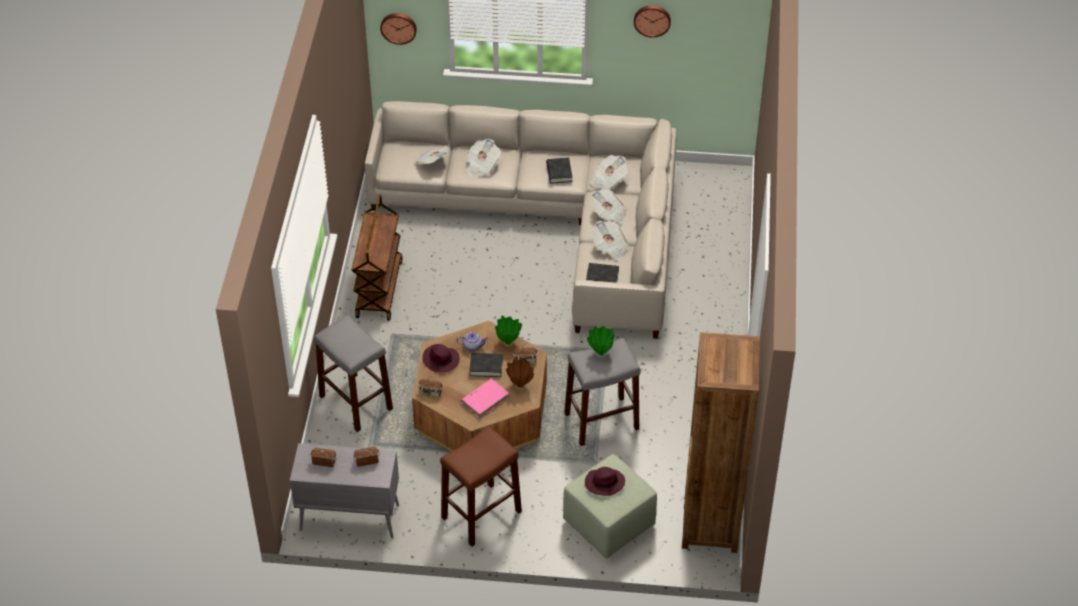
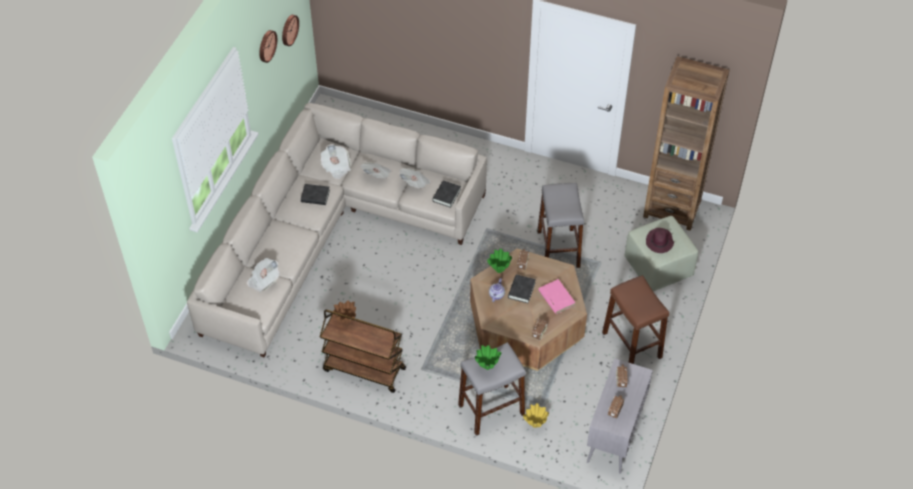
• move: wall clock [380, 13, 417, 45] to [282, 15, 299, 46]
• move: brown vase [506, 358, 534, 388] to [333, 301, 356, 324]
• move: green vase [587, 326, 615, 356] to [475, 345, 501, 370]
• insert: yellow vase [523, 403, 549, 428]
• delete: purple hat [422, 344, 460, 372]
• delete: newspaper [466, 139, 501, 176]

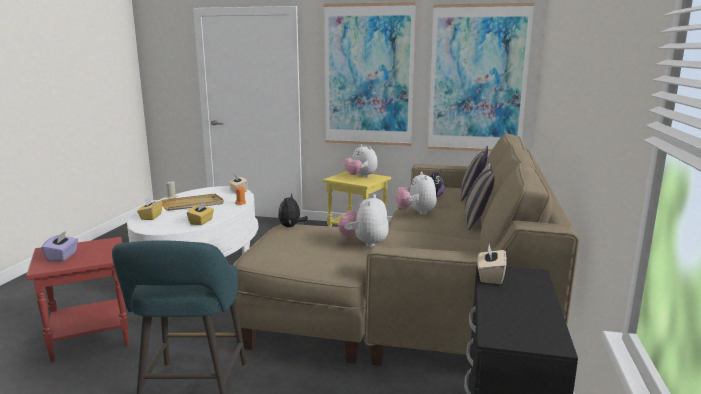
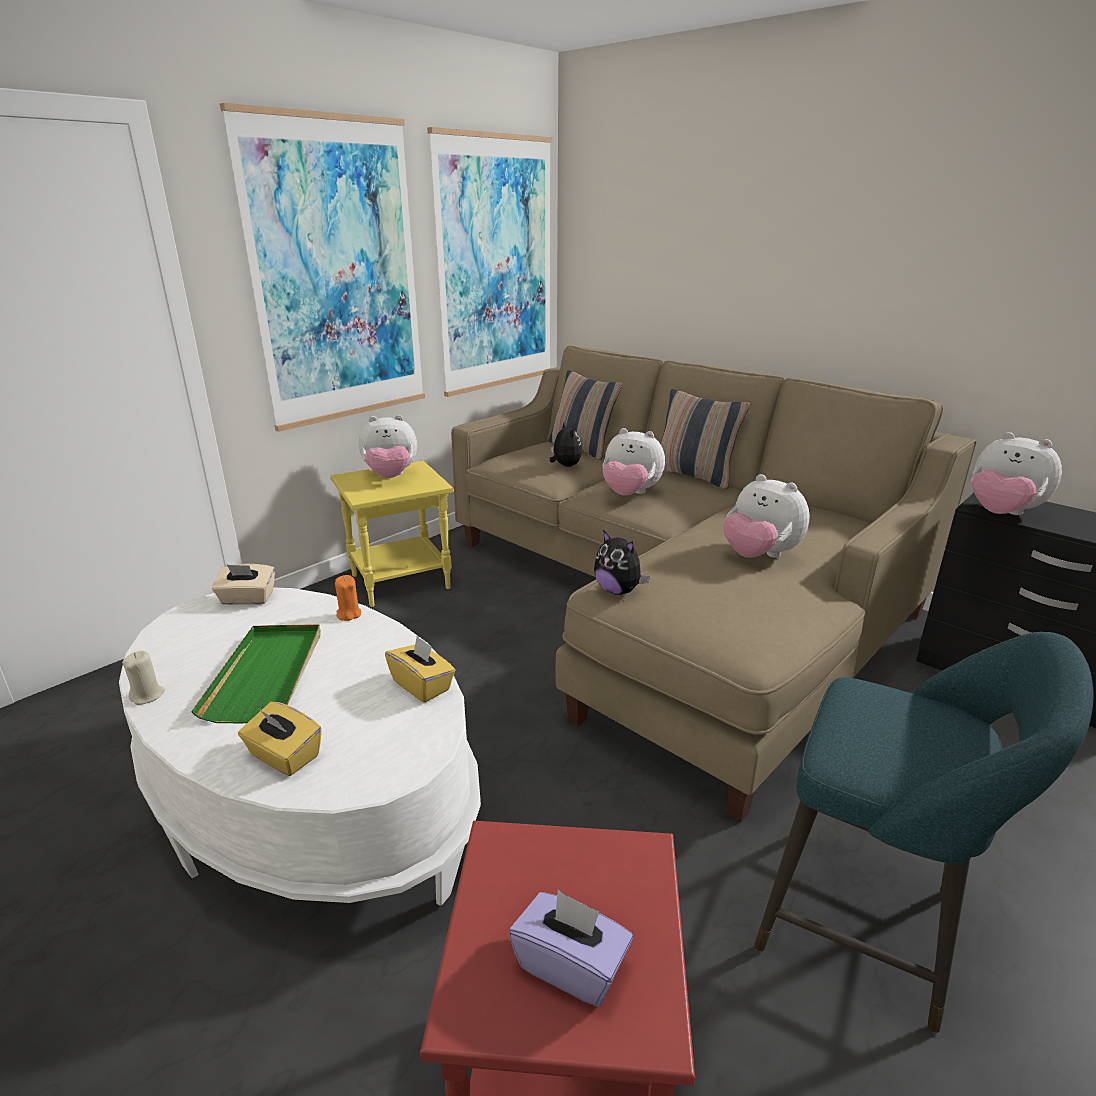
• recolor: beige tray [161, 194, 224, 211] to green tray [191, 625, 321, 723]
• replace: beige tissue box [477, 244, 507, 284] to plush toy [971, 432, 1062, 515]

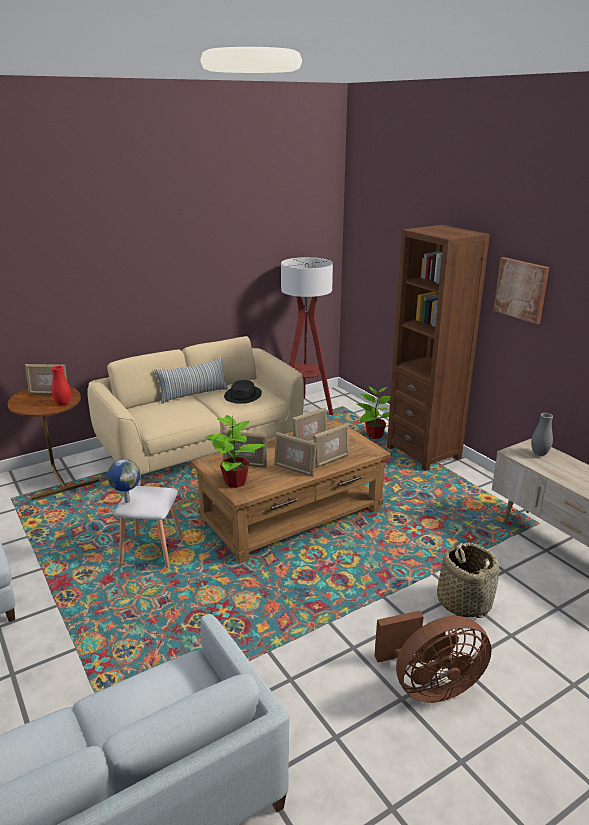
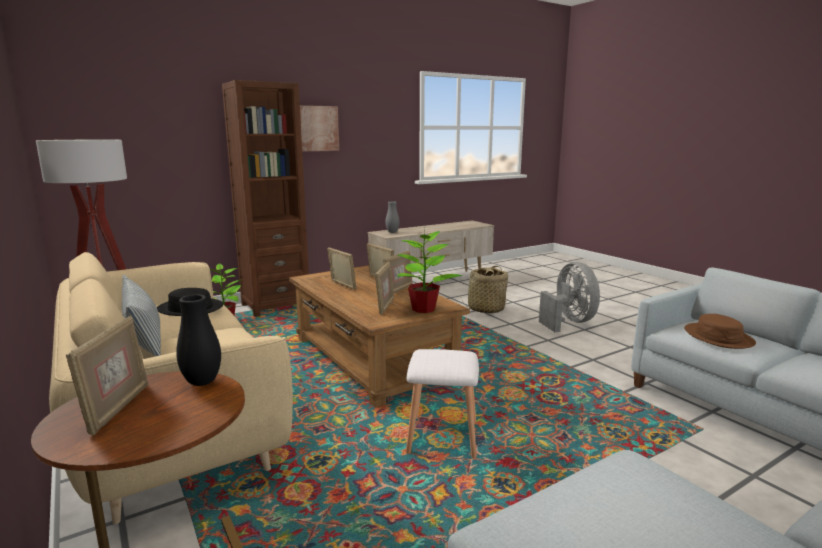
• recolor: red vase [51, 366, 71, 406] to black vase [176, 295, 221, 386]
• recolor: brown fan [375, 610, 492, 703] to grey fan [539, 262, 600, 332]
• insert: brown hat [684, 314, 756, 349]
• delete: globe [107, 459, 140, 503]

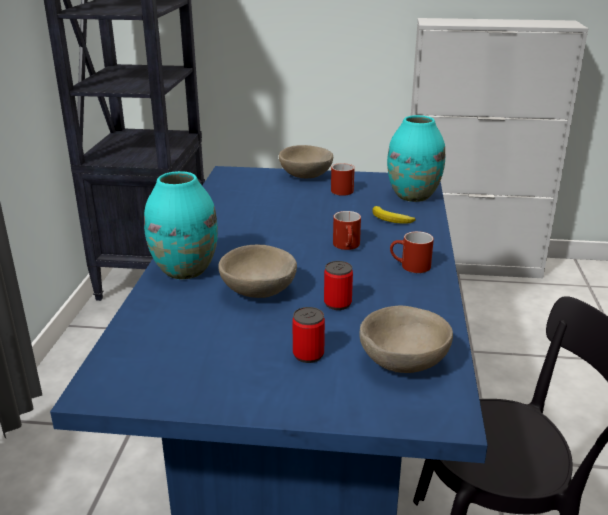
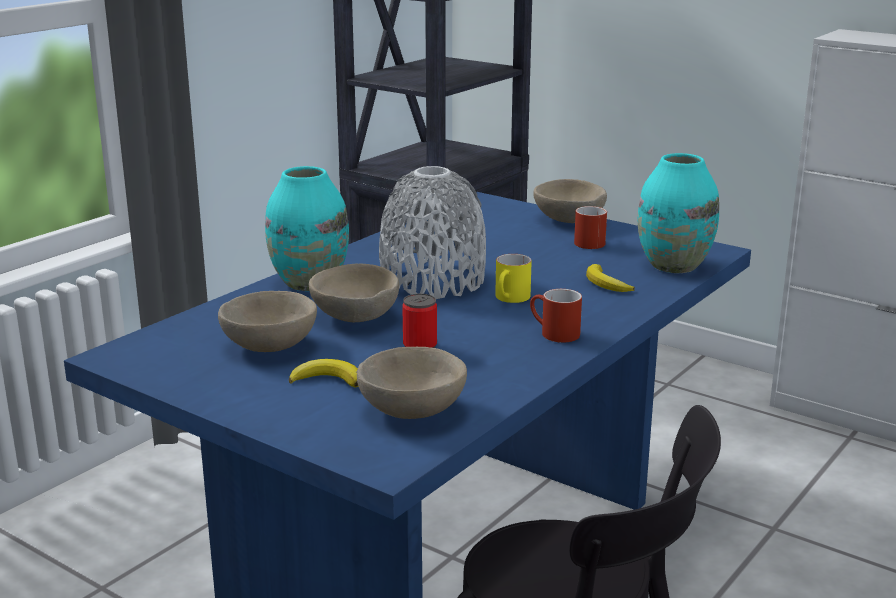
• insert: beige bowl [218, 291, 317, 352]
• replace: can [293, 307, 325, 363] to banana [289, 359, 358, 387]
• insert: grey vase [379, 166, 486, 299]
• recolor: red mug [333, 211, 361, 250] to yellow mug [495, 254, 532, 303]

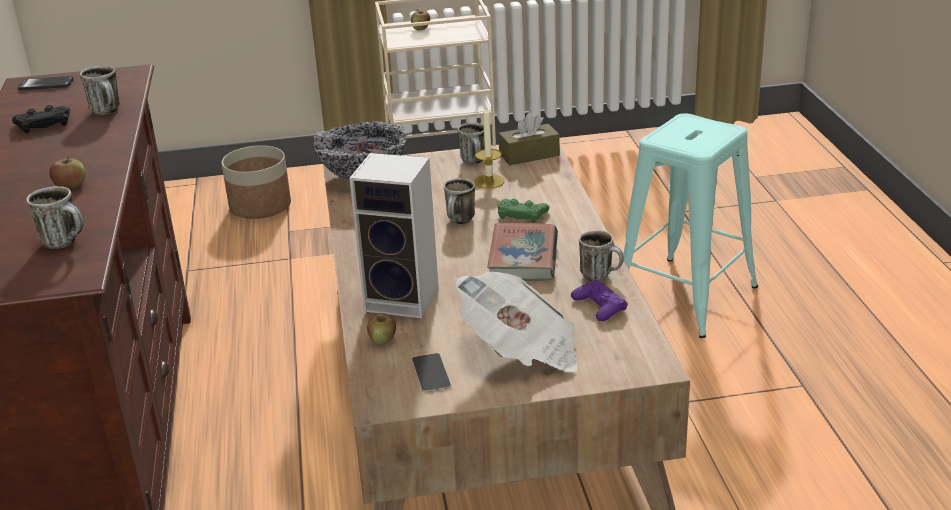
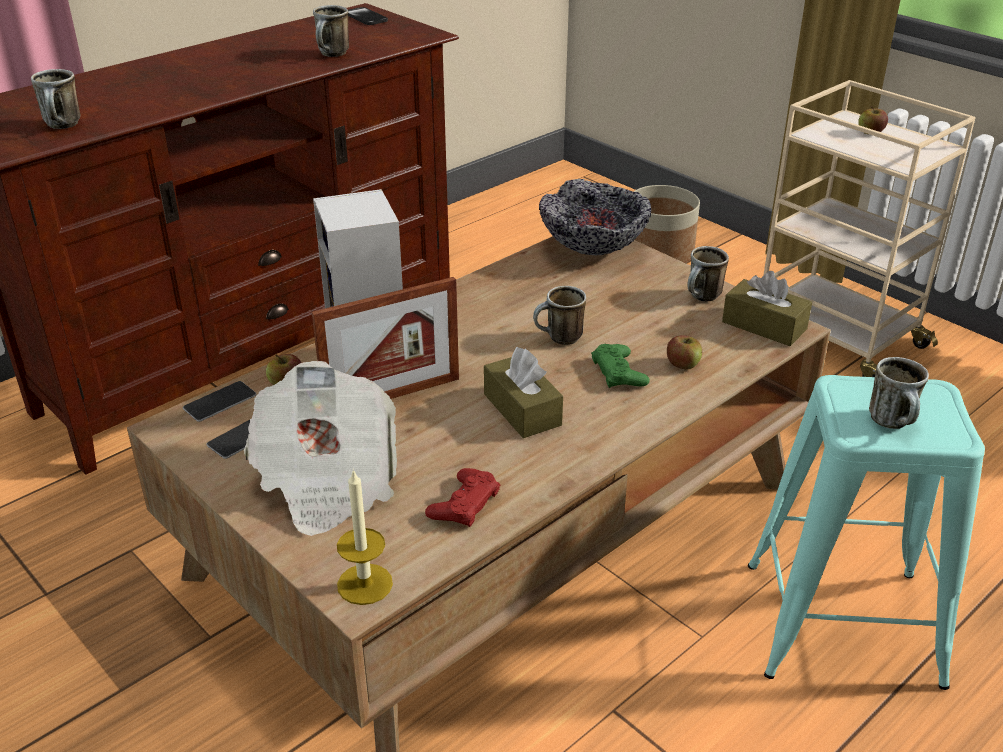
• insert: phone [183, 381, 256, 422]
• insert: picture frame [312, 277, 459, 399]
• move: candle [474, 106, 505, 189] to [337, 469, 393, 605]
• recolor: purple game controller [571, 280, 628, 321] to red game controller [425, 468, 500, 527]
• replace: book [487, 223, 558, 281] to brown tissue box [484, 347, 563, 438]
• move: apple [49, 157, 85, 189] to [667, 335, 702, 370]
• move: mug [579, 230, 624, 281] to [869, 357, 929, 429]
• delete: black game controller [12, 105, 70, 133]

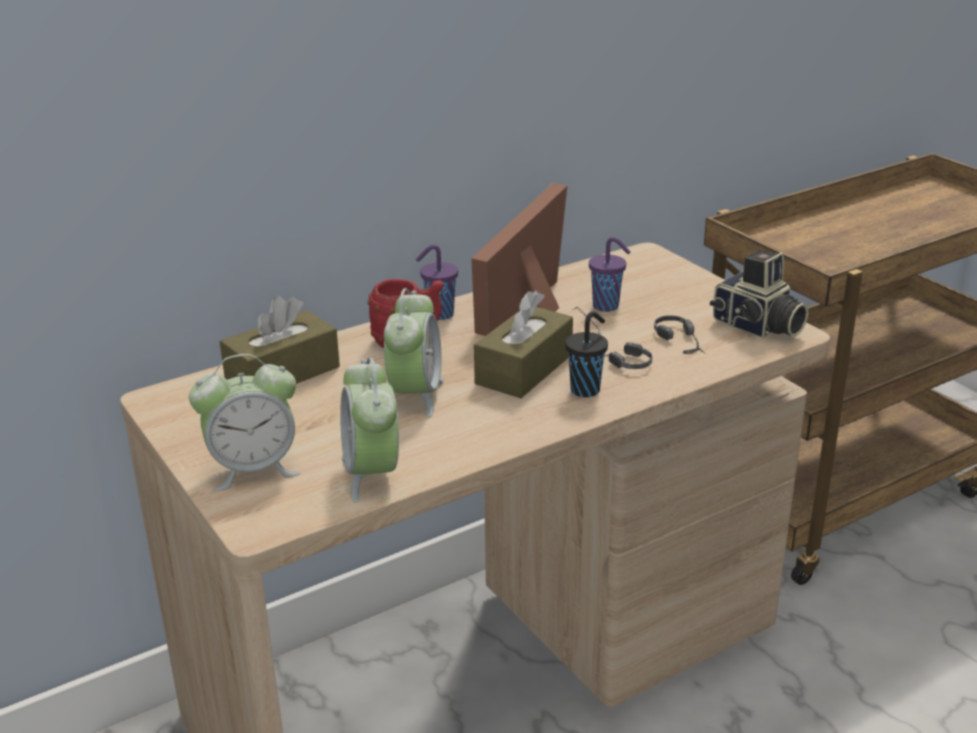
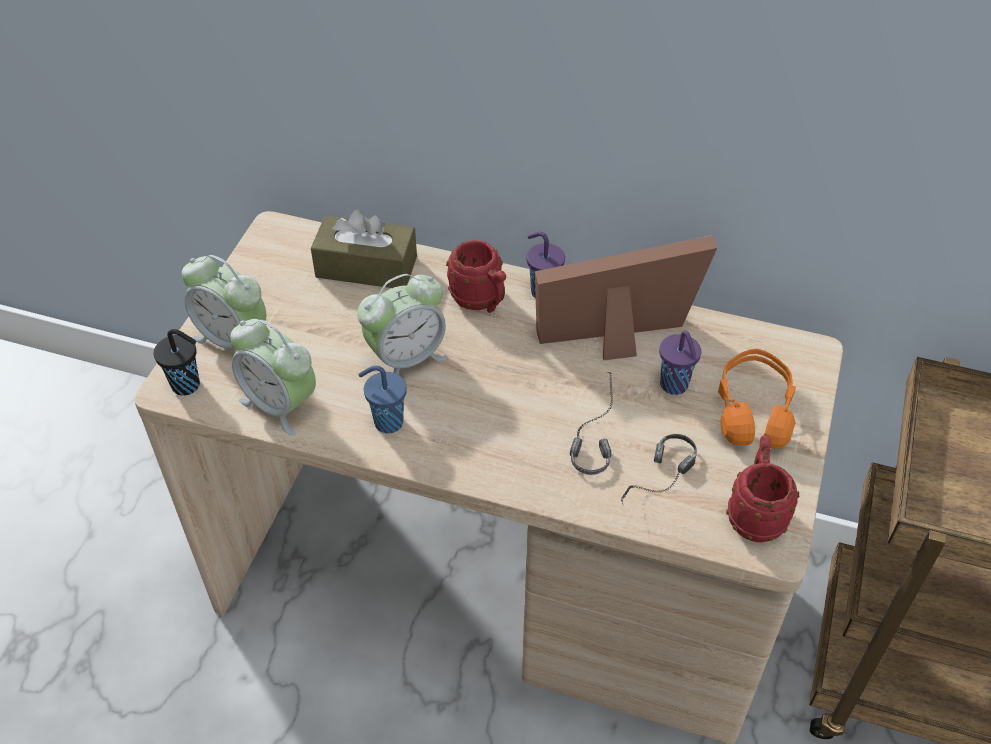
• move: black cup [565, 312, 608, 397] to [154, 329, 200, 396]
• rotate: alarm clock [340, 358, 399, 503] = [230, 319, 316, 436] 90 degrees counterclockwise
• insert: blue cup [358, 366, 407, 434]
• insert: orange headphones [718, 349, 796, 449]
• replace: photo camera [710, 250, 809, 338] to red mug [726, 435, 799, 542]
• delete: brown tissue box [474, 290, 573, 398]

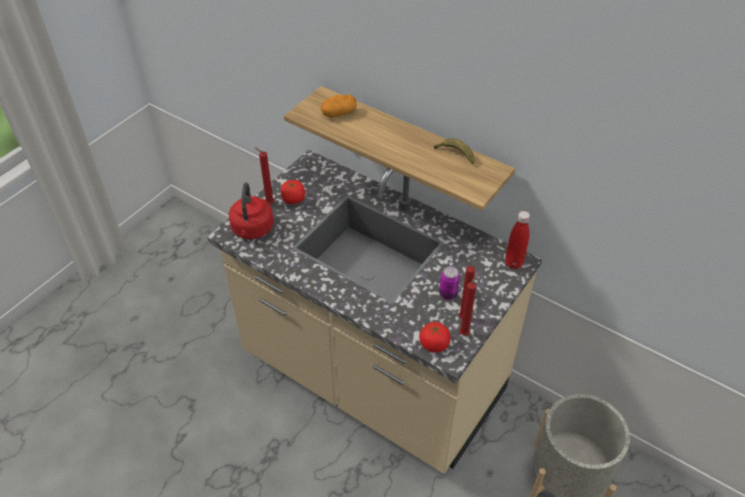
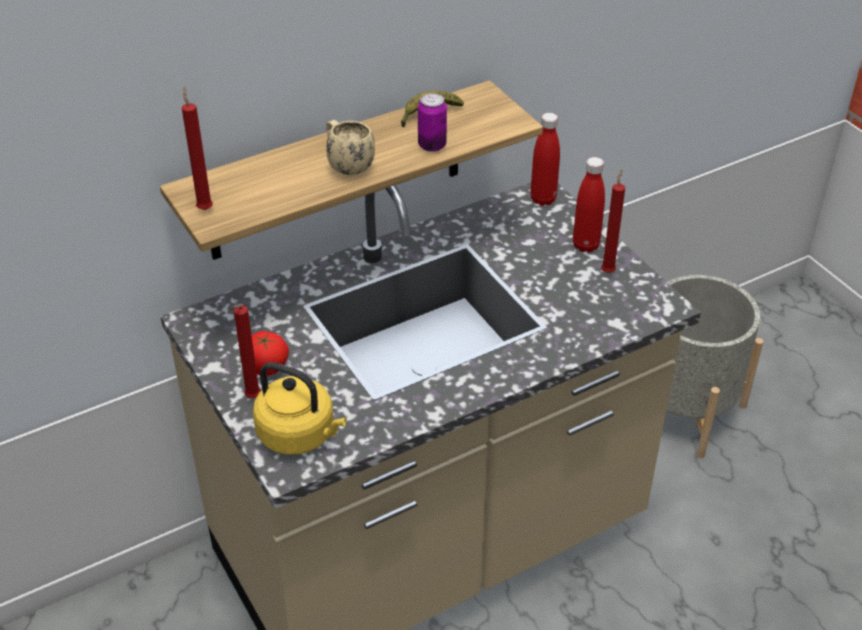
• move: red candle [459, 275, 479, 335] to [182, 87, 213, 210]
• recolor: red kettle [229, 183, 274, 239] to yellow kettle [253, 362, 346, 455]
• insert: beige mug [326, 120, 375, 175]
• move: can [439, 266, 460, 300] to [418, 93, 447, 152]
• insert: red bottle [573, 157, 605, 252]
• delete: potato [320, 95, 357, 118]
• delete: tomato [419, 322, 451, 353]

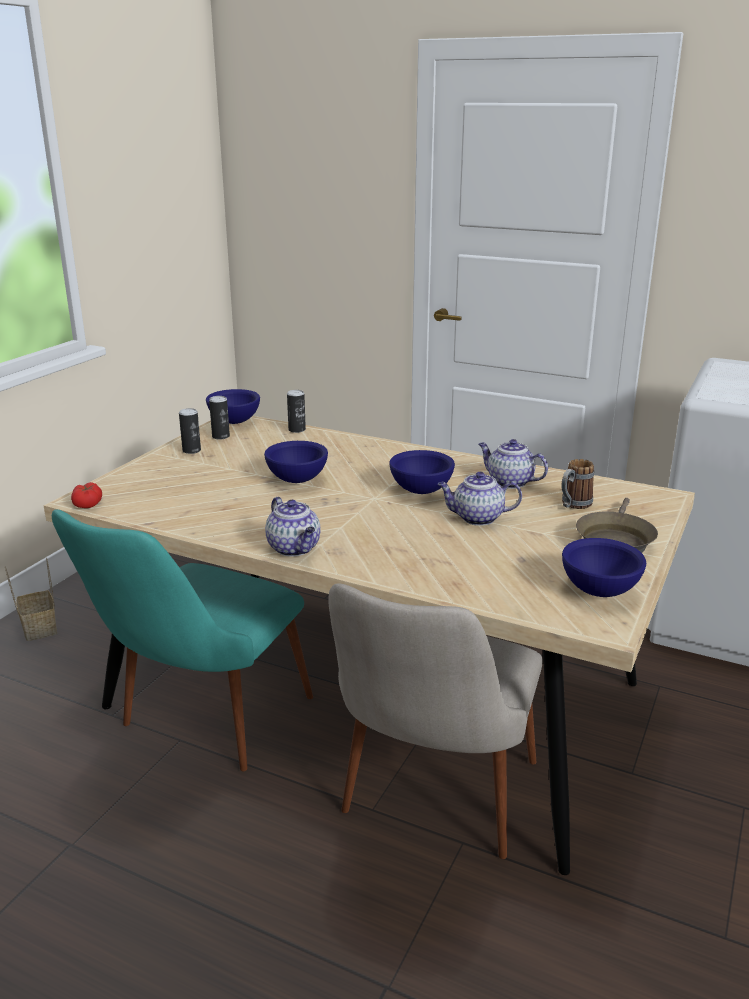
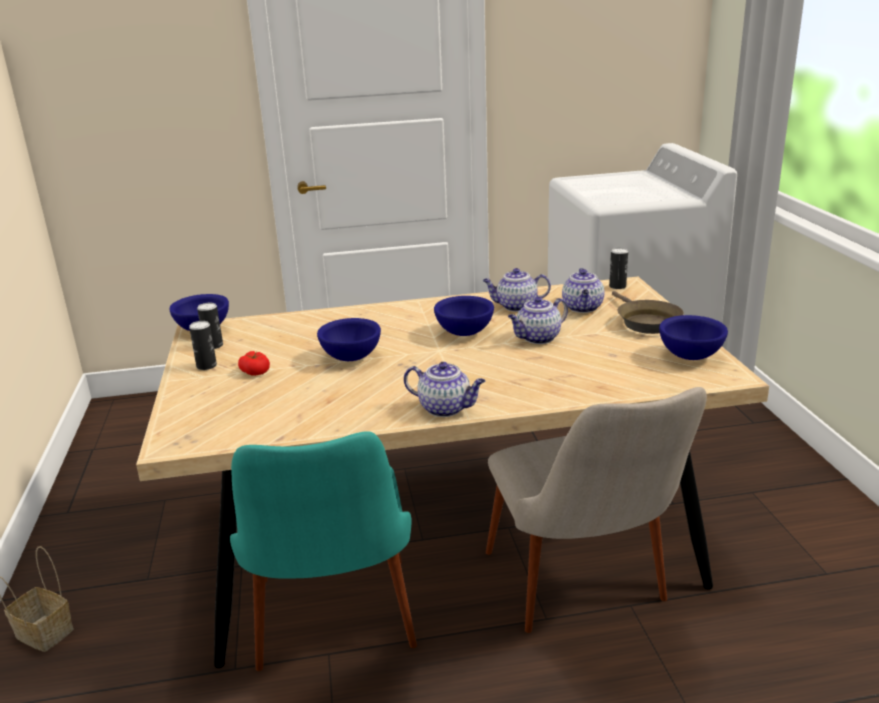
• move: tomato [71, 482, 102, 508] to [238, 351, 270, 376]
• replace: mug [562, 459, 594, 509] to teapot [562, 268, 605, 313]
• move: can [287, 390, 306, 433] to [609, 248, 628, 289]

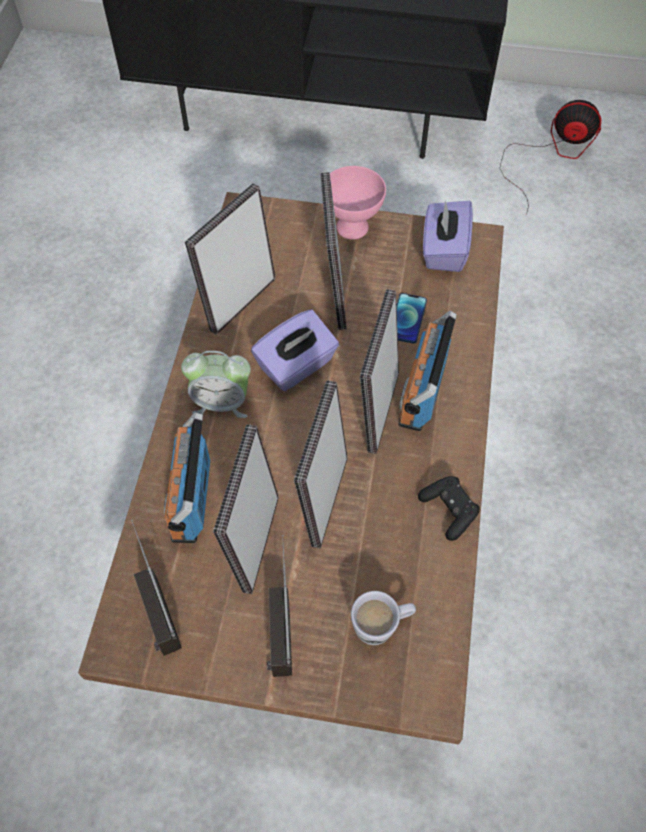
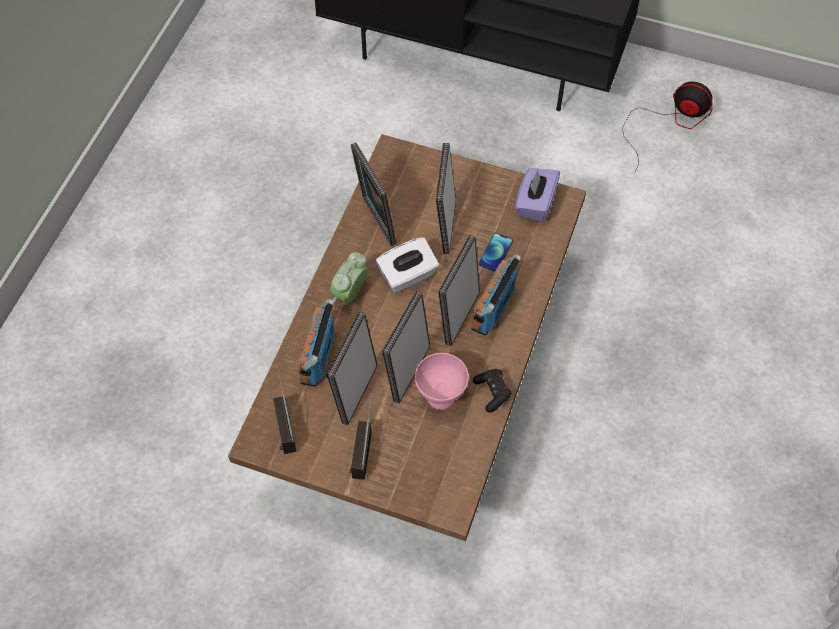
• rotate: alarm clock [181, 351, 251, 418] = [330, 252, 368, 304] 105 degrees clockwise
• rotate: picture frame [185, 184, 276, 335] = [350, 143, 397, 246] 75 degrees counterclockwise
• recolor: purple tissue box [251, 309, 339, 391] to white tissue box [376, 237, 439, 293]
• move: pink bowl [330, 166, 386, 240] to [415, 353, 469, 410]
• delete: white mug [351, 591, 416, 645]

